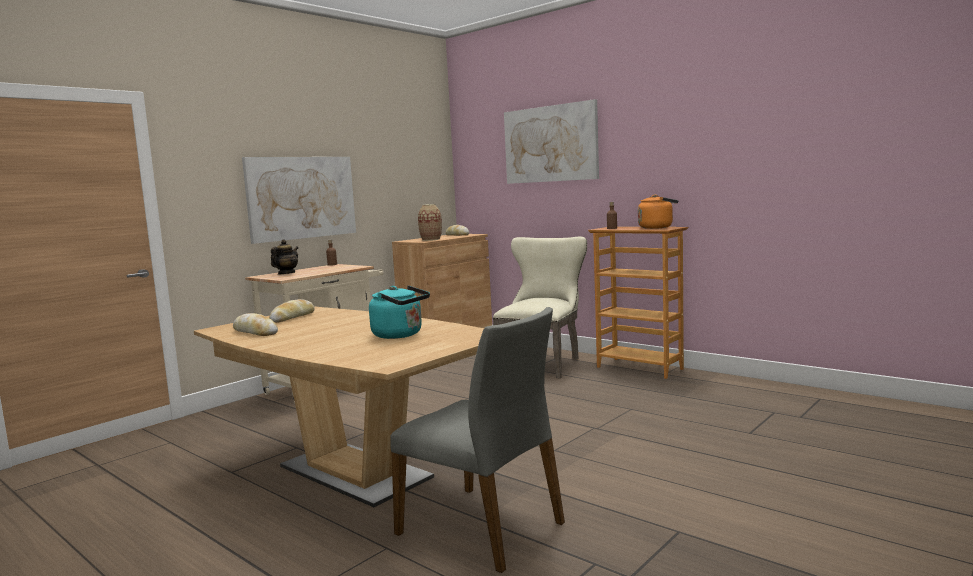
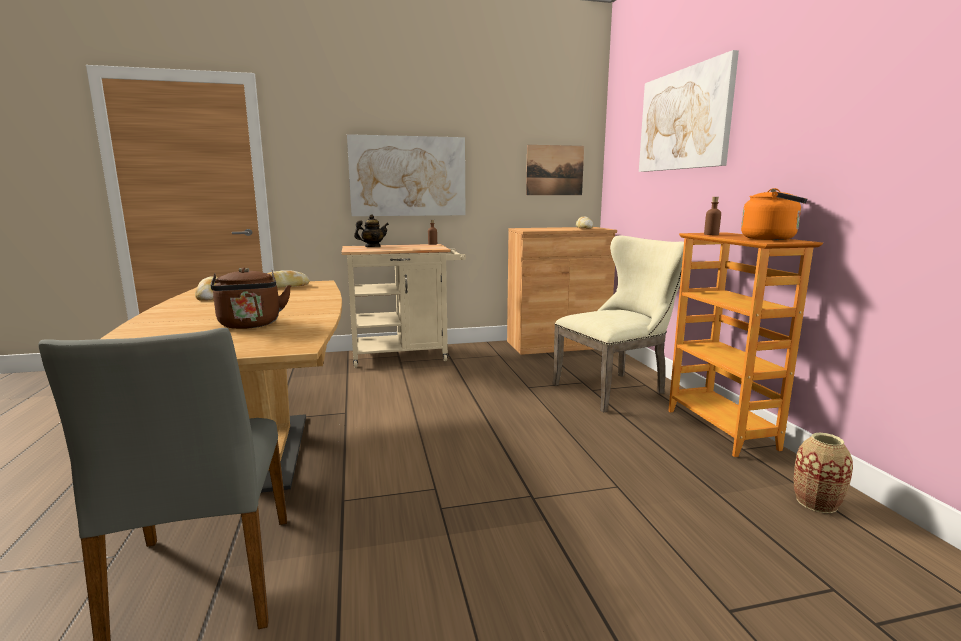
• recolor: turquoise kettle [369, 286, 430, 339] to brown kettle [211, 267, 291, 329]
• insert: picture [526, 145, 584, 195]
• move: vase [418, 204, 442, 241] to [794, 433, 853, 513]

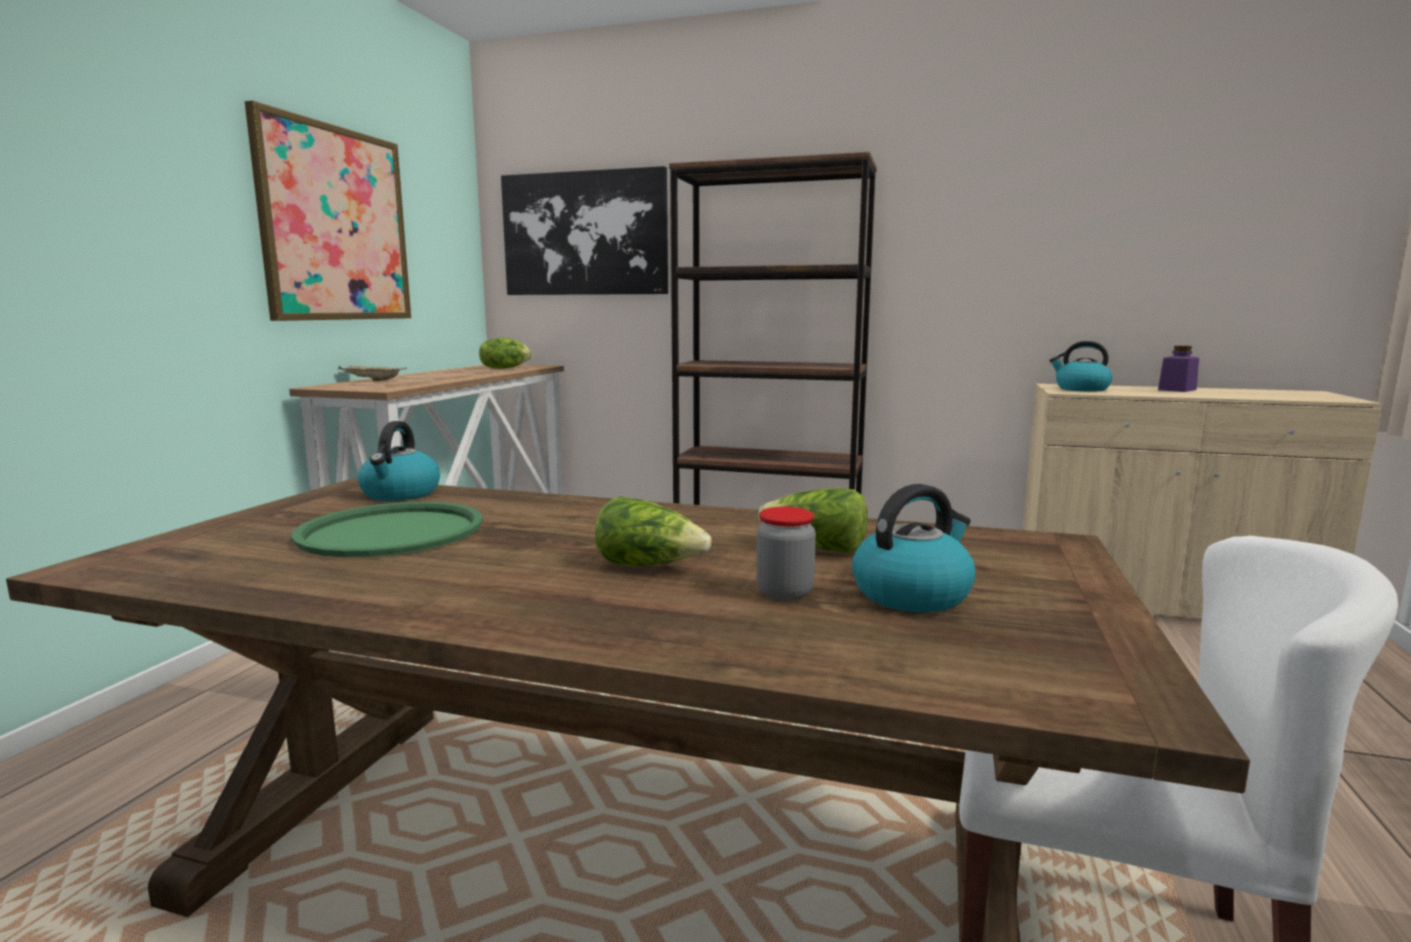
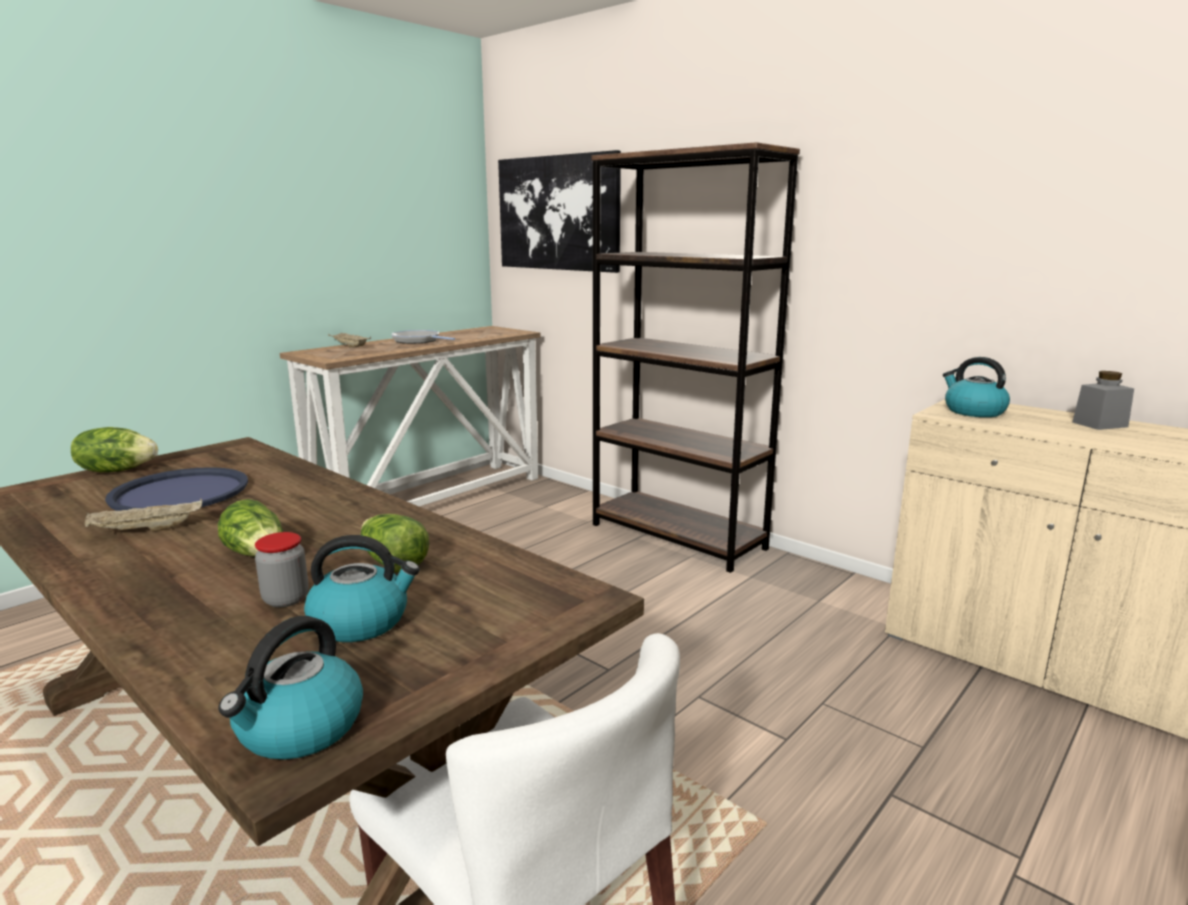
• move: lettuce [479, 338, 532, 369] to [71, 427, 158, 472]
• insert: beige tray [85, 499, 202, 532]
• recolor: green tray [291, 502, 483, 557] to blue tray [105, 467, 248, 511]
• move: kettle [358, 421, 440, 501] to [218, 616, 363, 760]
• insert: frying pan [392, 330, 455, 344]
• recolor: purple jar [1158, 346, 1199, 392] to grey jar [1072, 371, 1134, 430]
• delete: picture [245, 101, 411, 321]

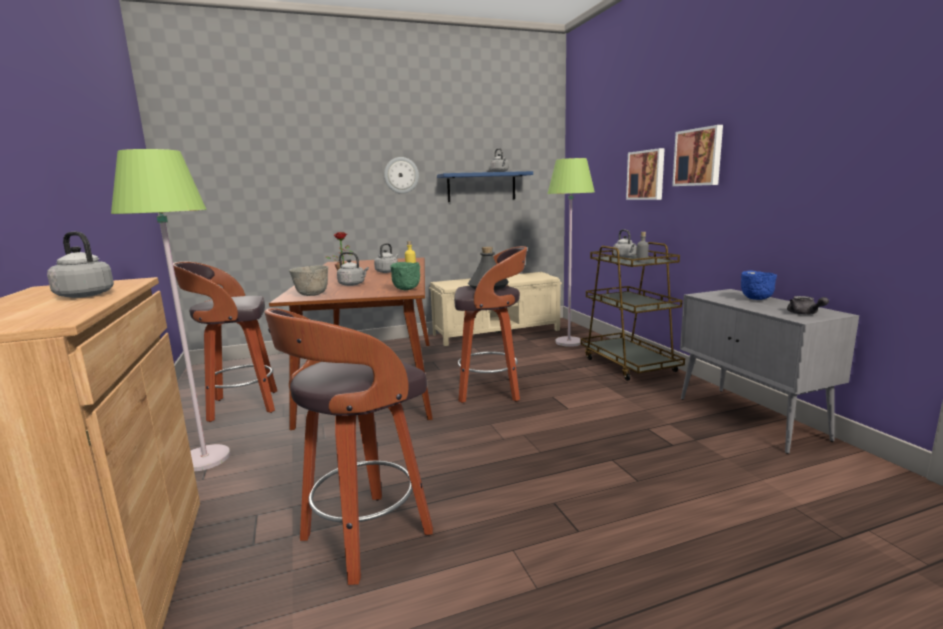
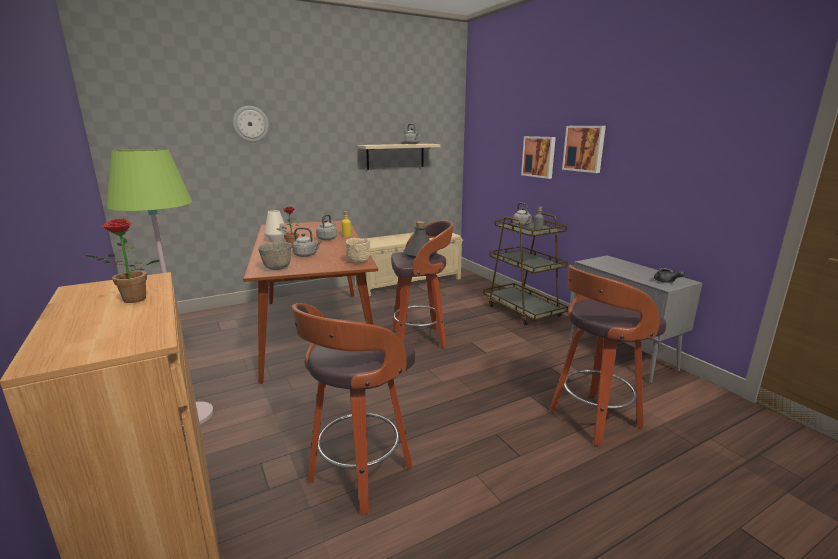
• replace: grey kettle [47, 232, 114, 298] to potted plant [85, 218, 160, 303]
• move: wall clock [384, 157, 419, 194] to [233, 106, 269, 142]
• insert: white vase [264, 211, 287, 242]
• recolor: green bowl [391, 262, 420, 290] to beige bowl [346, 238, 371, 263]
• recolor: blue shelf [437, 171, 533, 202] to beige shelf [358, 144, 440, 170]
• move: stool [173, 262, 277, 422] to [550, 265, 666, 446]
• delete: green floor lamp [548, 158, 595, 347]
• delete: blue bowl [741, 270, 777, 300]

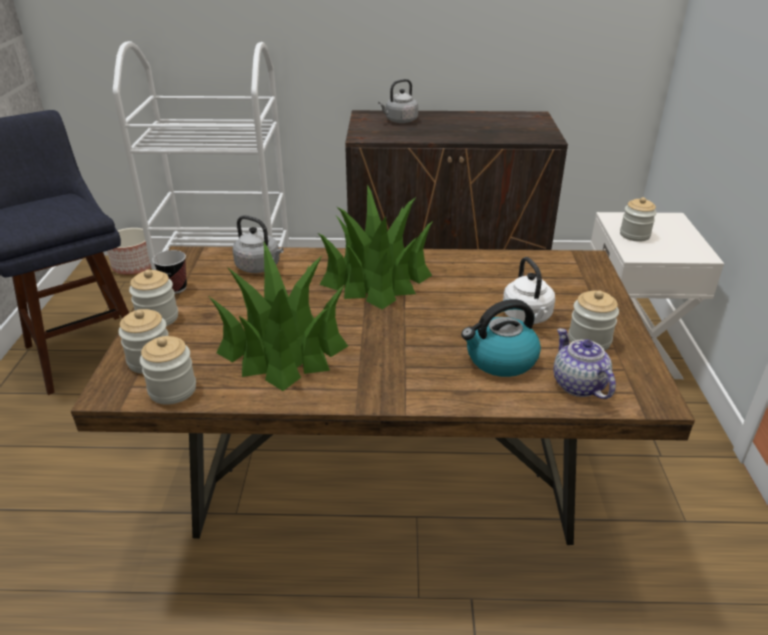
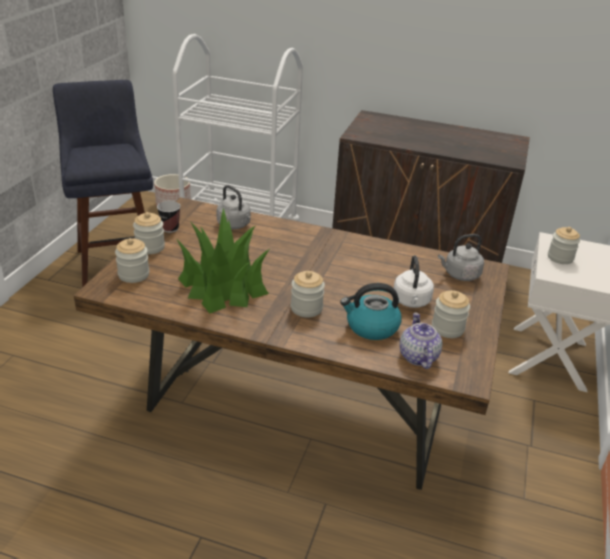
• move: jar [140, 336, 196, 405] to [291, 271, 325, 318]
• move: grey kettle [378, 79, 418, 123] to [438, 234, 484, 281]
• delete: potted plant [318, 184, 433, 310]

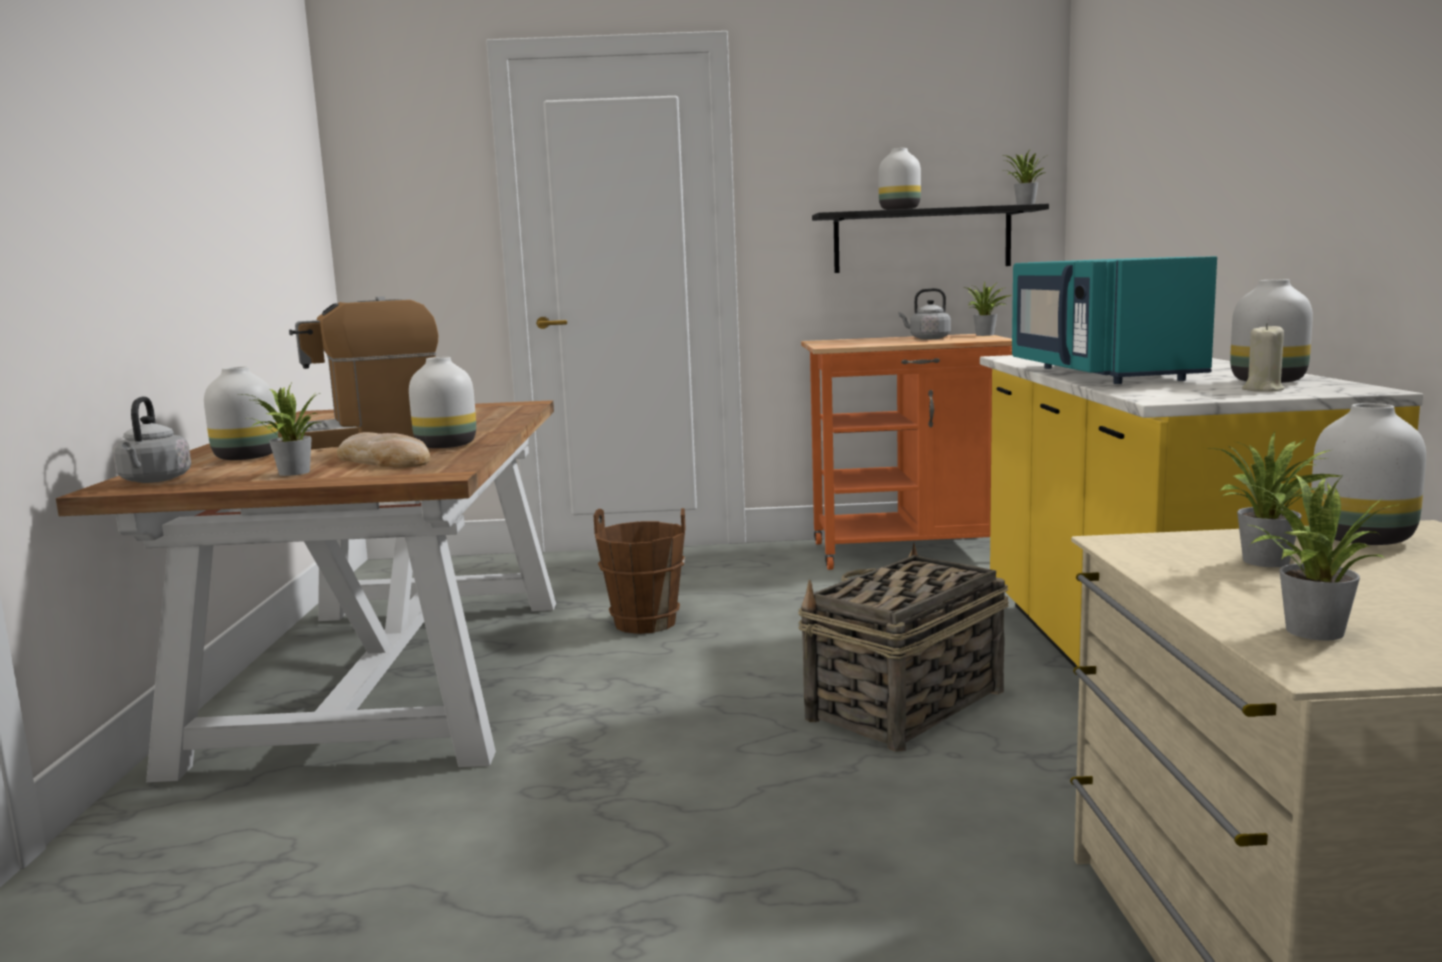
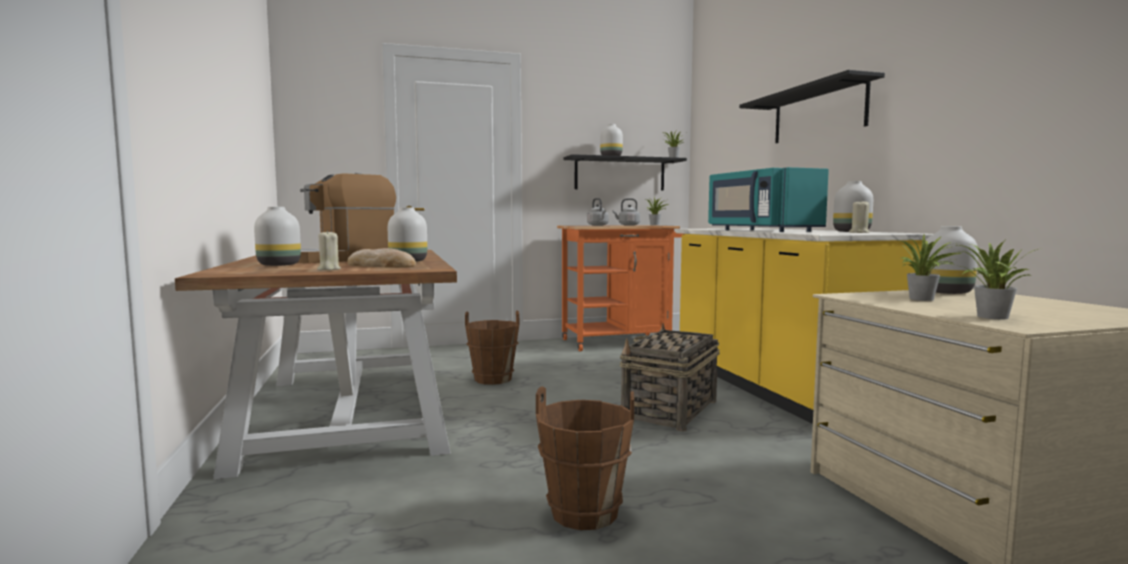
• replace: potted plant [239, 384, 320, 476] to beige candle [317, 230, 341, 270]
• insert: brown bucket [536, 387, 634, 530]
• move: grey kettle [113, 397, 191, 483] to [587, 198, 609, 226]
• insert: black shelf [739, 70, 885, 143]

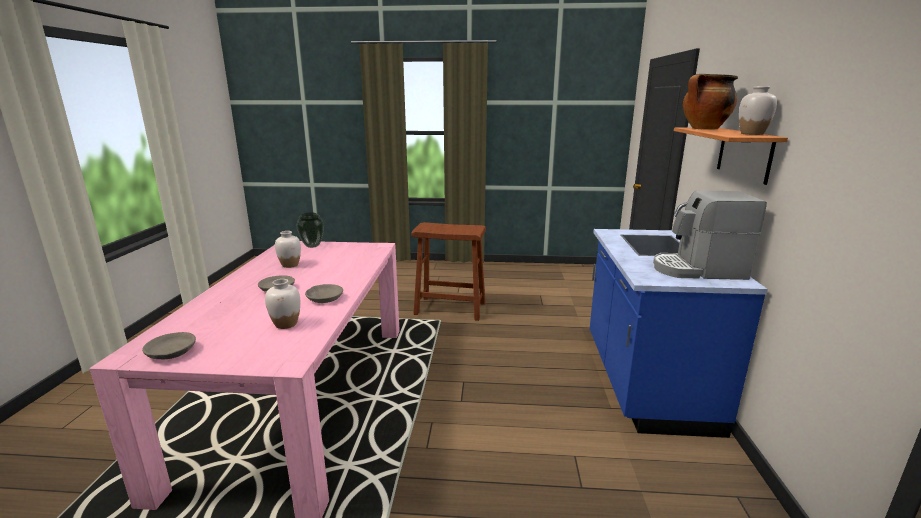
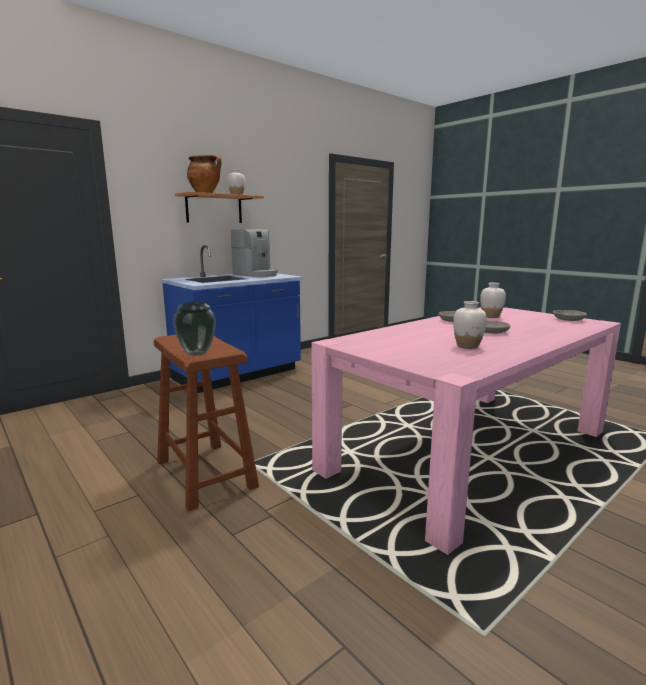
• move: vase [296, 213, 324, 248] to [173, 302, 216, 356]

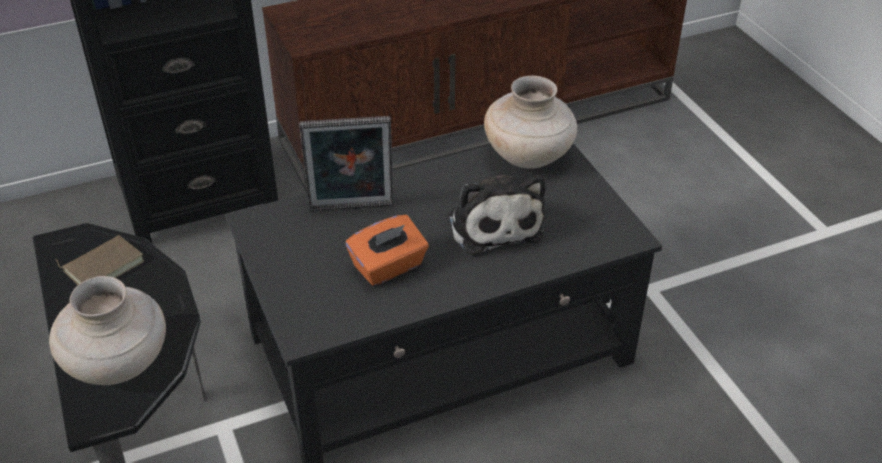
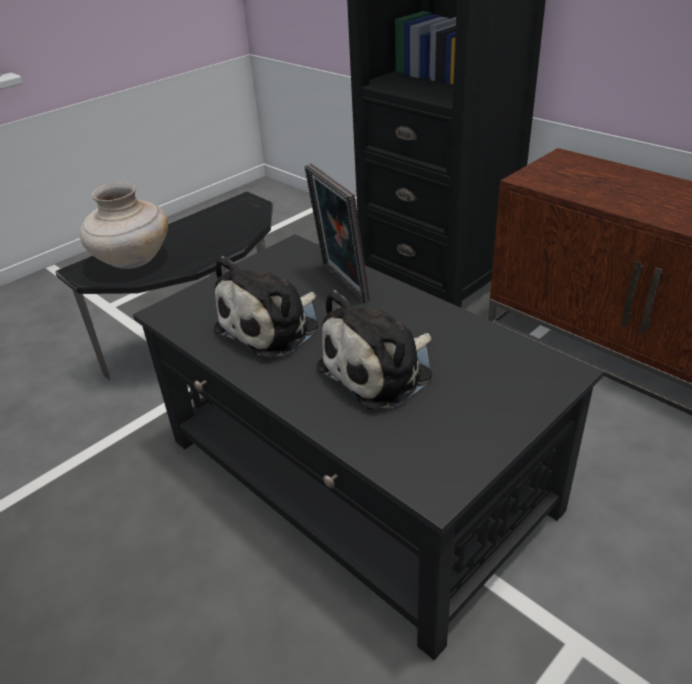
• replace: orange tissue box [345, 215, 429, 286] to plush toy [213, 256, 319, 358]
• delete: brown book [55, 235, 144, 285]
• delete: beige vase [484, 76, 577, 169]

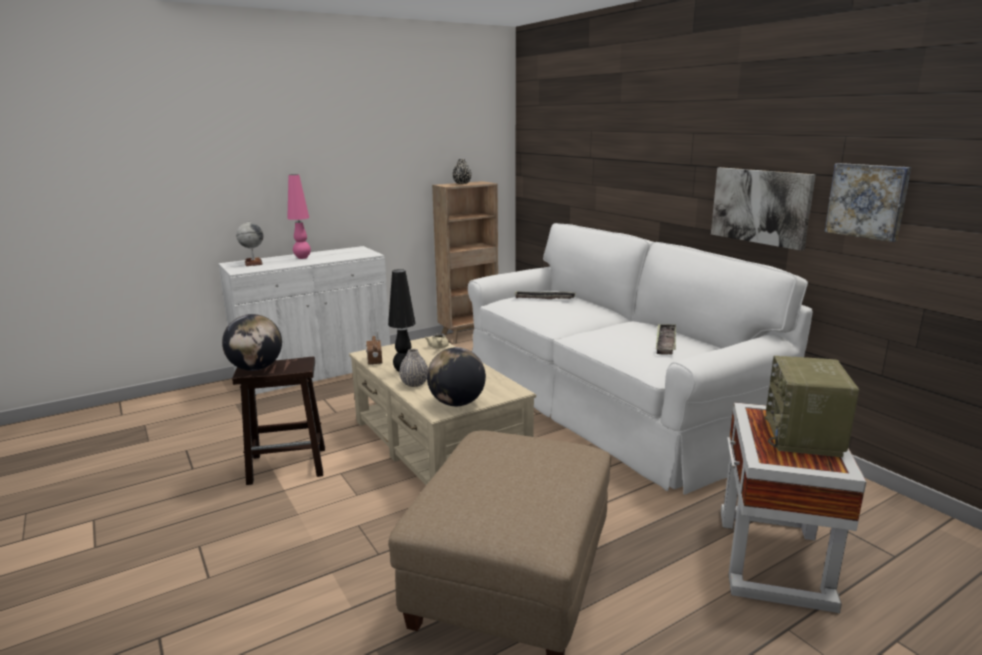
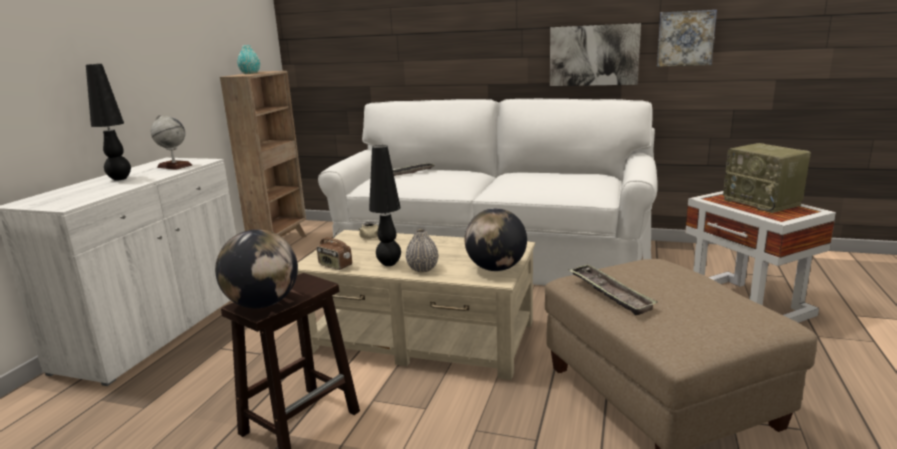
• recolor: pink table lamp [287, 174, 311, 259] to black table lamp [86, 64, 131, 181]
• move: globe [236, 221, 263, 266] to [151, 115, 192, 170]
• recolor: black vase [453, 159, 472, 184] to turquoise vase [237, 45, 260, 74]
• move: tray [656, 324, 676, 355] to [569, 264, 658, 315]

